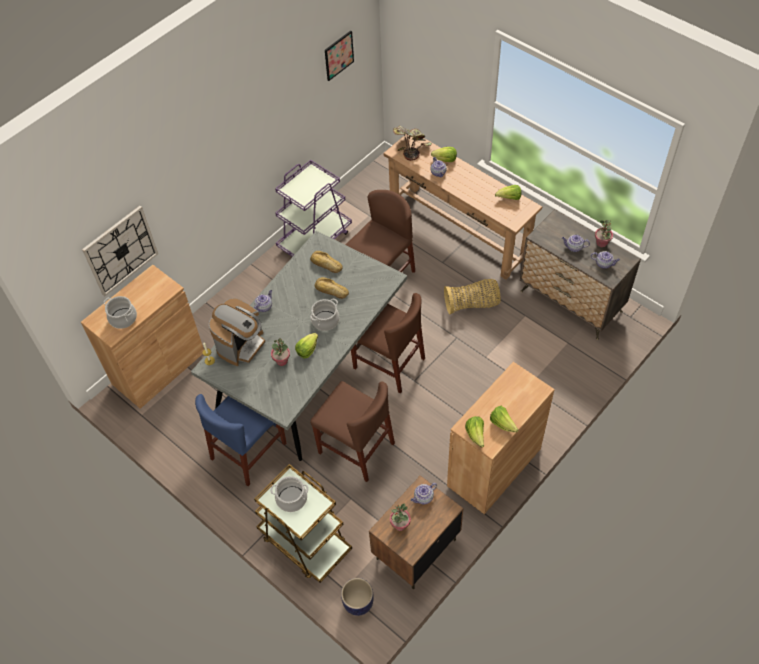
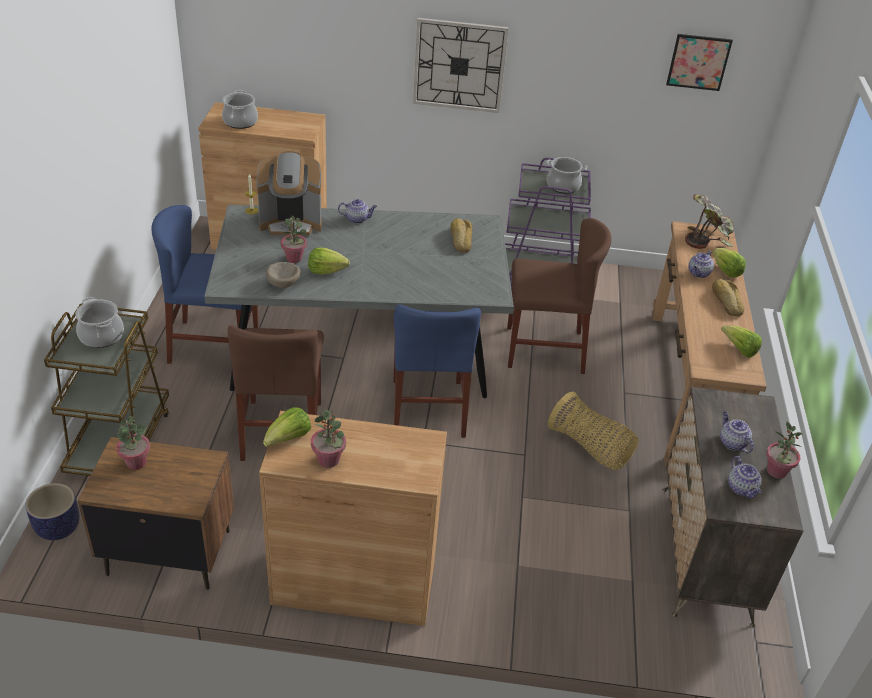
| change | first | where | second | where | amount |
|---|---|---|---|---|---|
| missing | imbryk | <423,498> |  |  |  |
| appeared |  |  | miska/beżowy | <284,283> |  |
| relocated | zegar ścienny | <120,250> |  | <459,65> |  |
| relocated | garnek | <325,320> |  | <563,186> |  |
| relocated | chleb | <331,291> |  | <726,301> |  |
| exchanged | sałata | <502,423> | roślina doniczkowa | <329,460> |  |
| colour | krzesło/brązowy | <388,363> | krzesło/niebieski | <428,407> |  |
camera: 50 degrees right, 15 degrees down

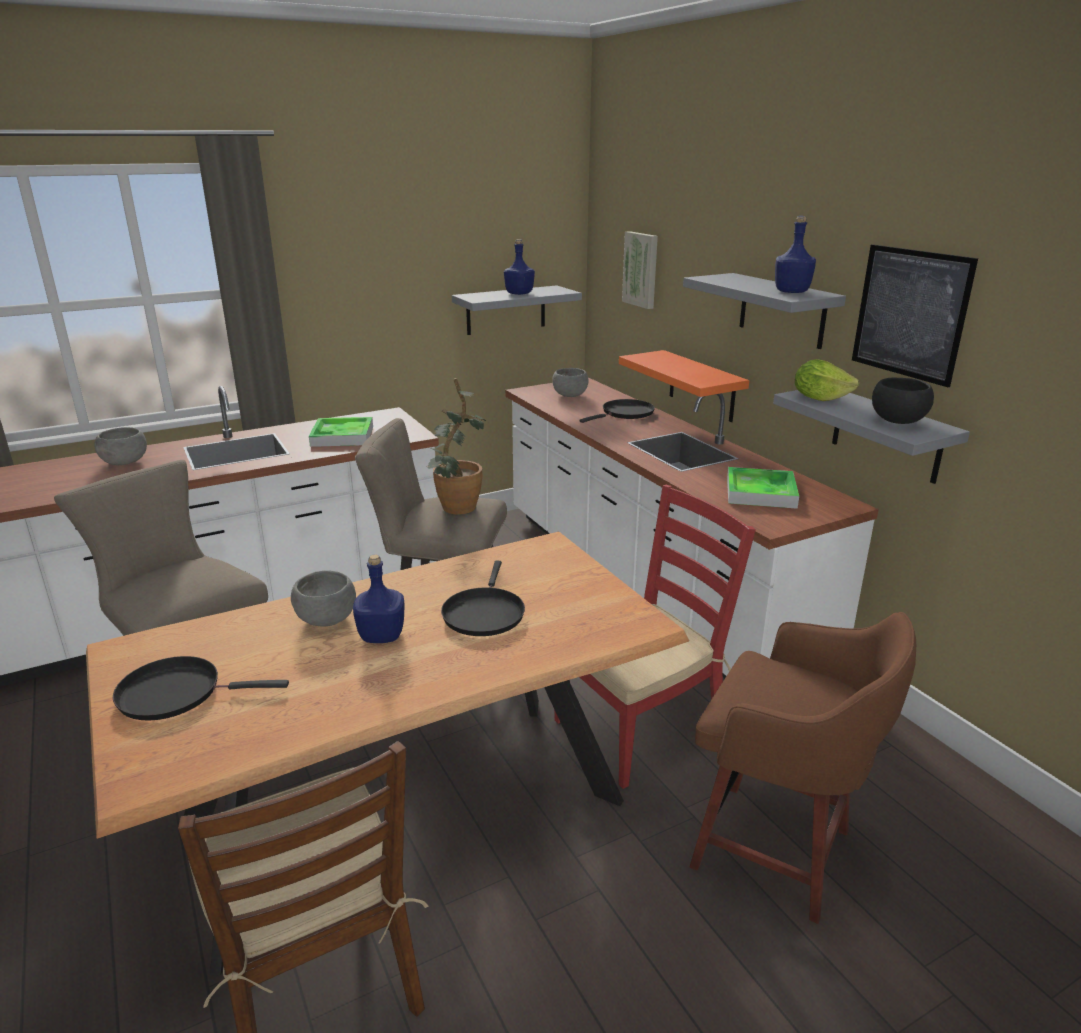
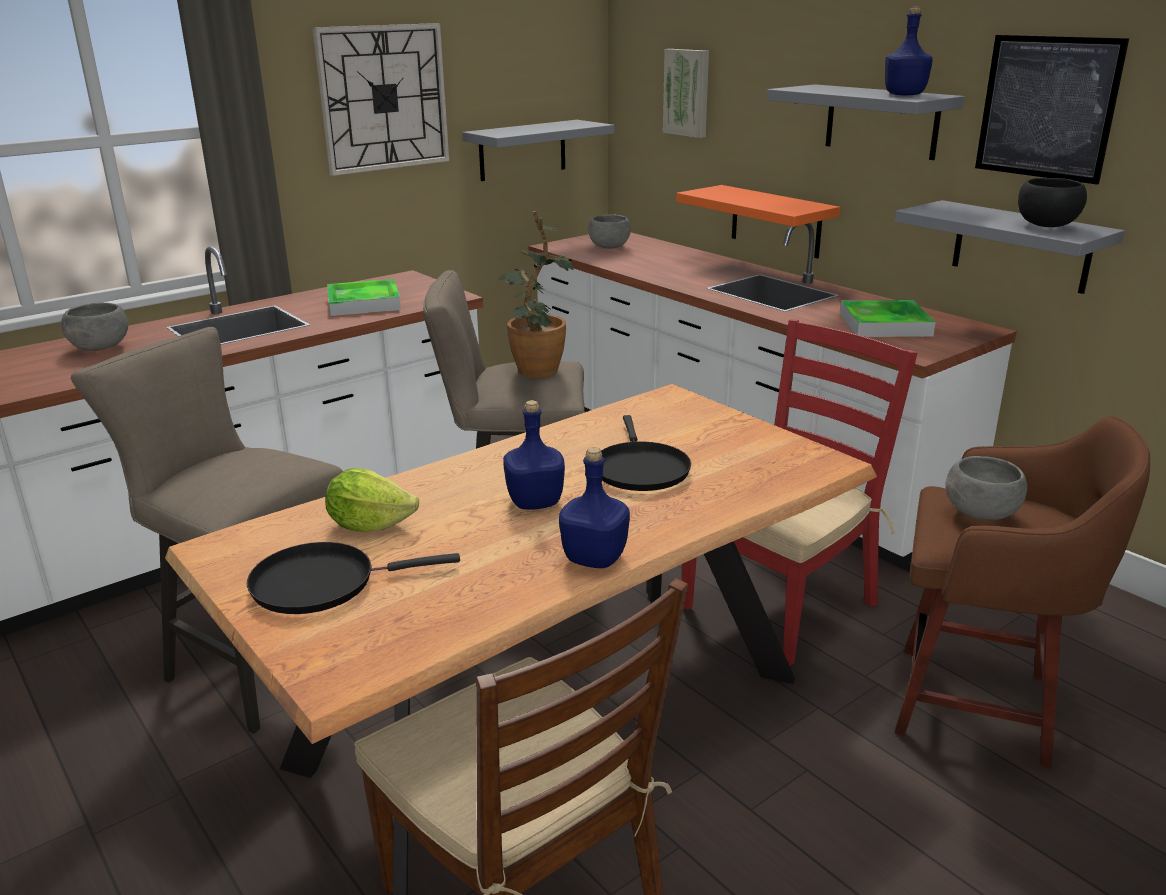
| change | first | where | second | where | amount |
|---|---|---|---|---|---|
| missing | patelnia/czarny | <625,413> |  |  |  |
| appeared |  |  | zegar ścienny | <383,98> |  |
| relocated | miska/szary | <326,620> |  | <980,514> |  |
| relocated | butelka/niebieski | <518,293> |  | <593,558> |  |
| relocated | sałata | <819,398> |  | <370,525> |  |
camera: 10 degrees left, 0 degrees up

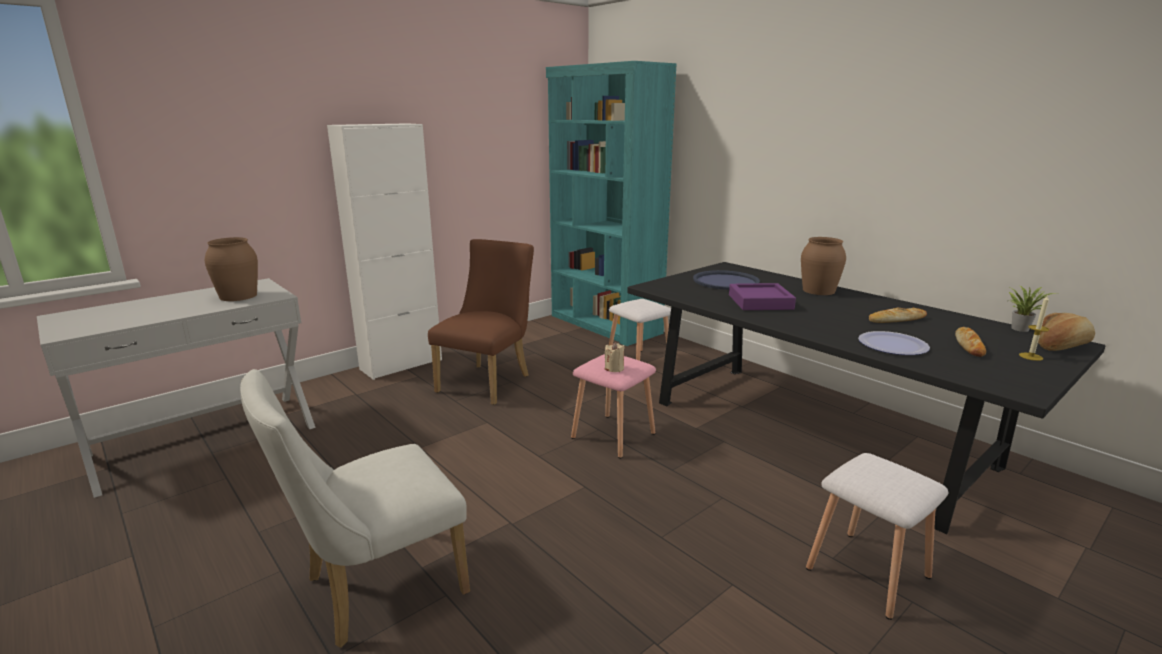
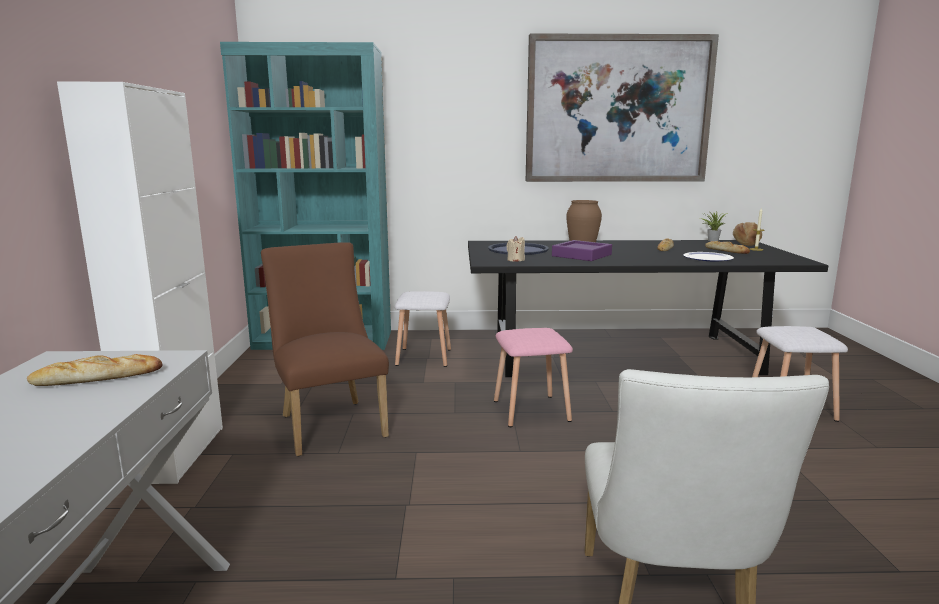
| change | first | where | second | where | amount |
|---|---|---|---|---|---|
| appeared |  |  | obraz | <617,110> |  |
| relocated | świeca/beżowy | <614,368> |  | <515,260> |  |
| exchanged | wazon/brązowy | <238,296> | chleb | <98,377> |  |
camera: 50 degrees left, 5 degrees down

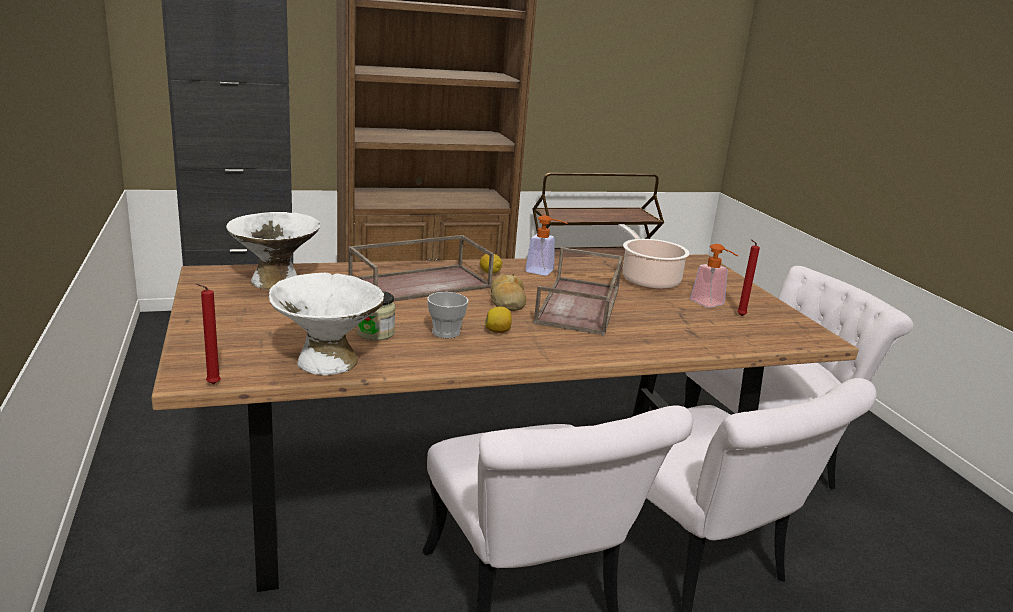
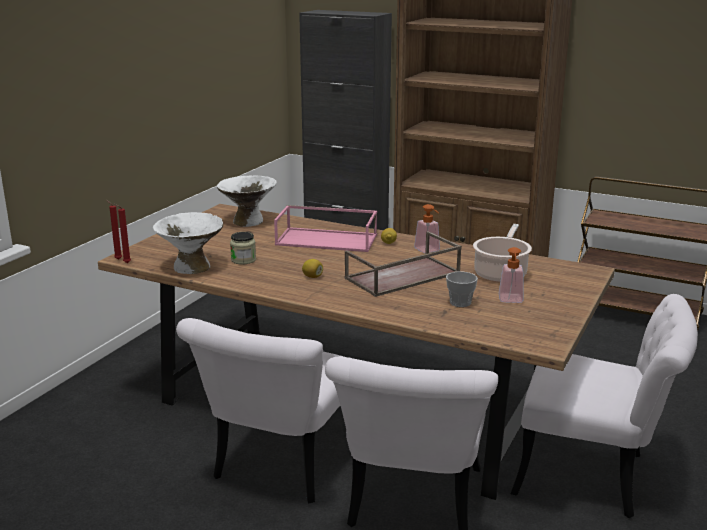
| change | first | where | second | where | amount |
|---|---|---|---|---|---|
| missing | chleb | <507,301> |  |  |  |
| relocated | filiżanka | <446,332> |  | <460,302> |  |
| relocated | świeca/czerwony | <739,316> |  | <117,259> |  |
| colour | taca/brązowy | <421,283> | taca/różowy | <327,240> |  |
camera: 45 degrees right, 0 degrees up

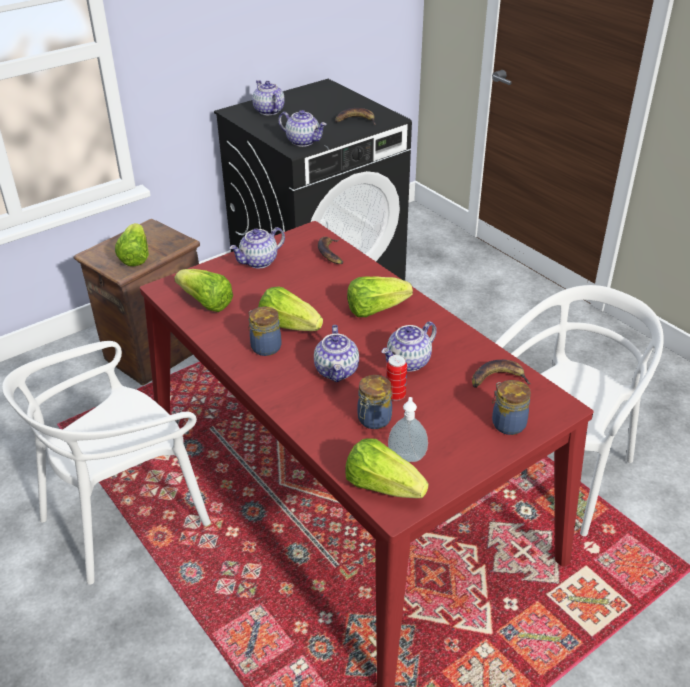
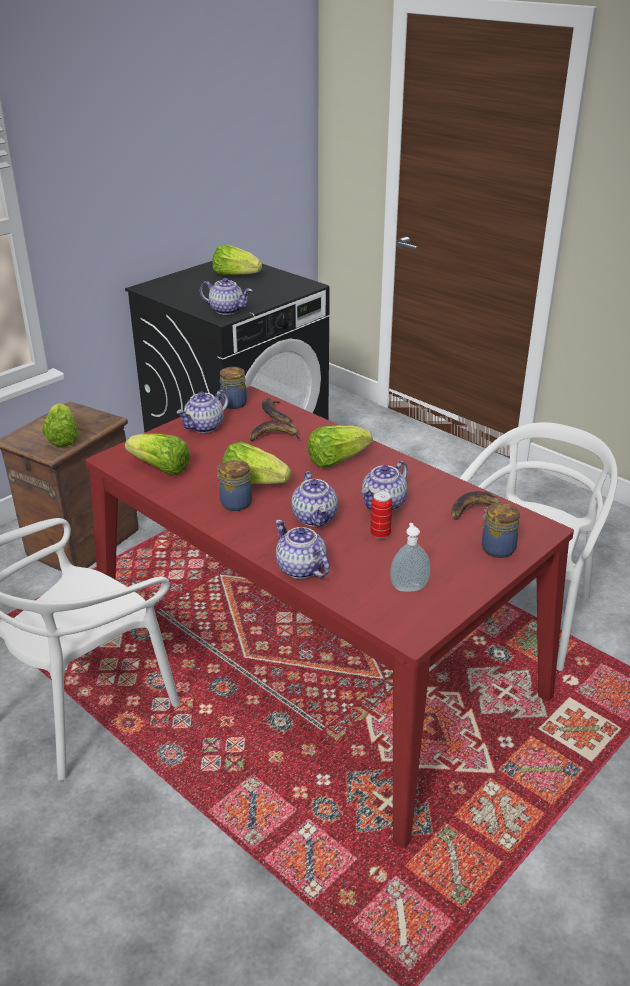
| change | first | where | second | where | amount |
|---|---|---|---|---|---|
| relocated | imbryk | <269,111> |  | <301,569> |  |
| relocated | banan | <356,120> |  | <274,436> |  |
| relocated | sałata | <382,486> |  | <235,275> |  |
| relocated | słoik | <373,420> |  | <233,404> |  |
camera: 10 degrees left, 5 degrees down

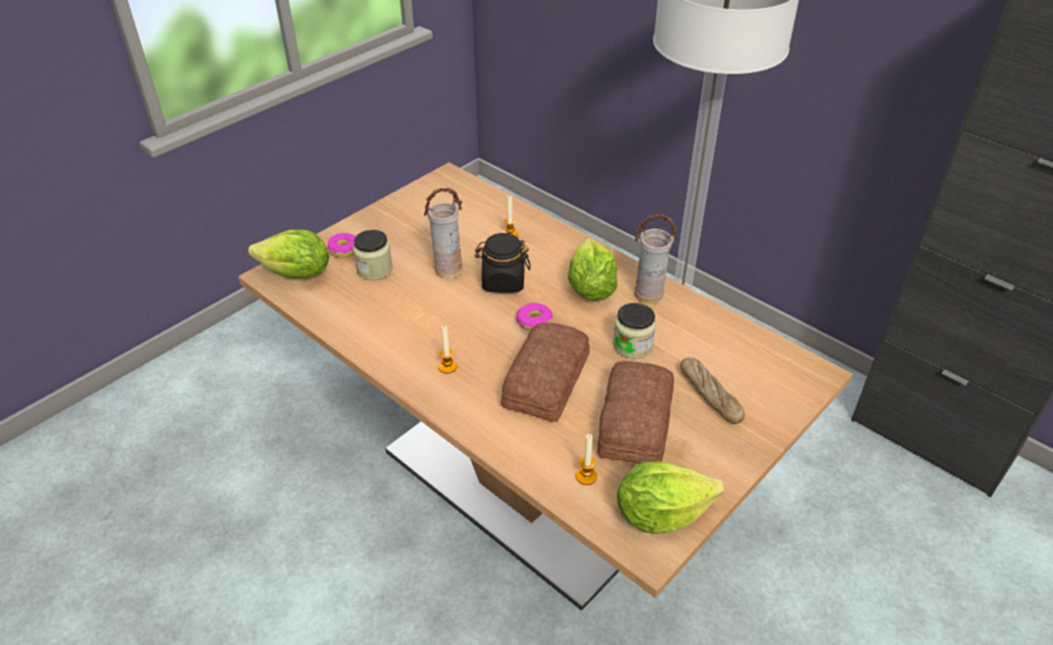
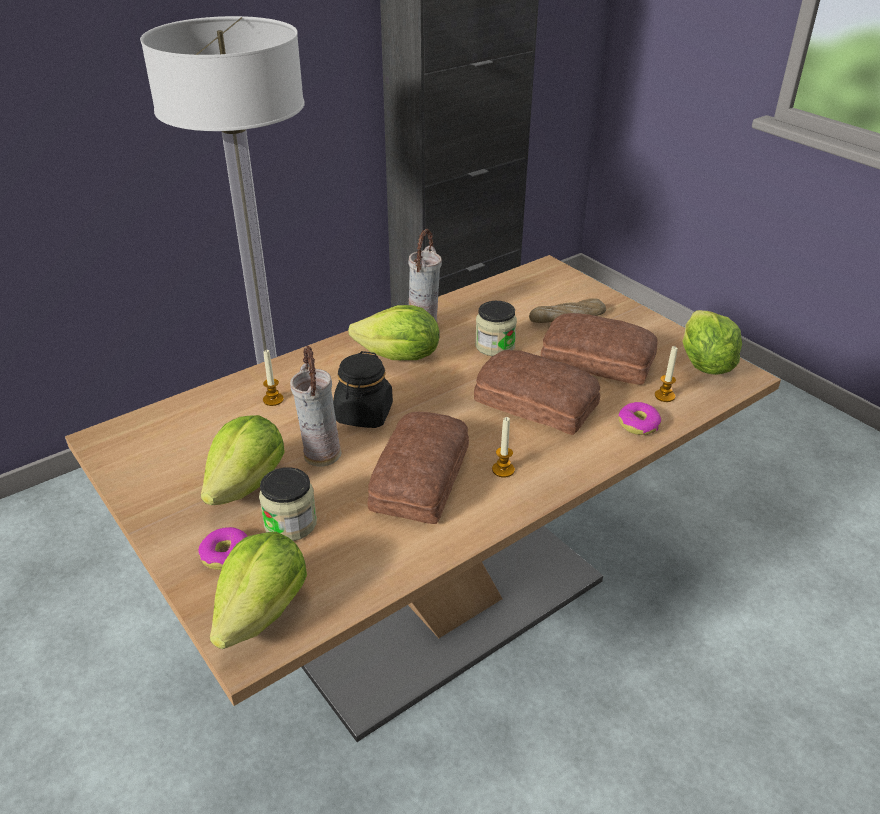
| change | first | where | second | where | amount |
|---|---|---|---|---|---|
| appeared |  |  | sałata | <248,484> |  |
| appeared |  |  | chleb | <423,477> |  |
| relocated | donut | <534,321> |  | <638,424> |  |
camera: 80 degrees left, 5 degrees down

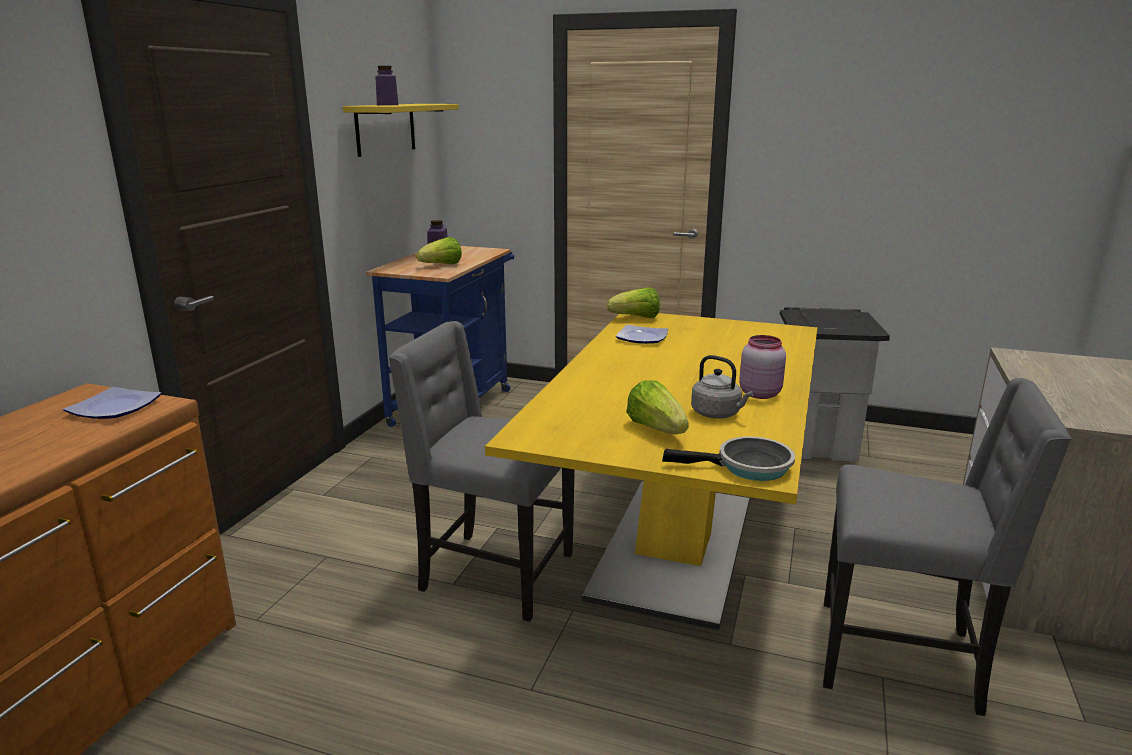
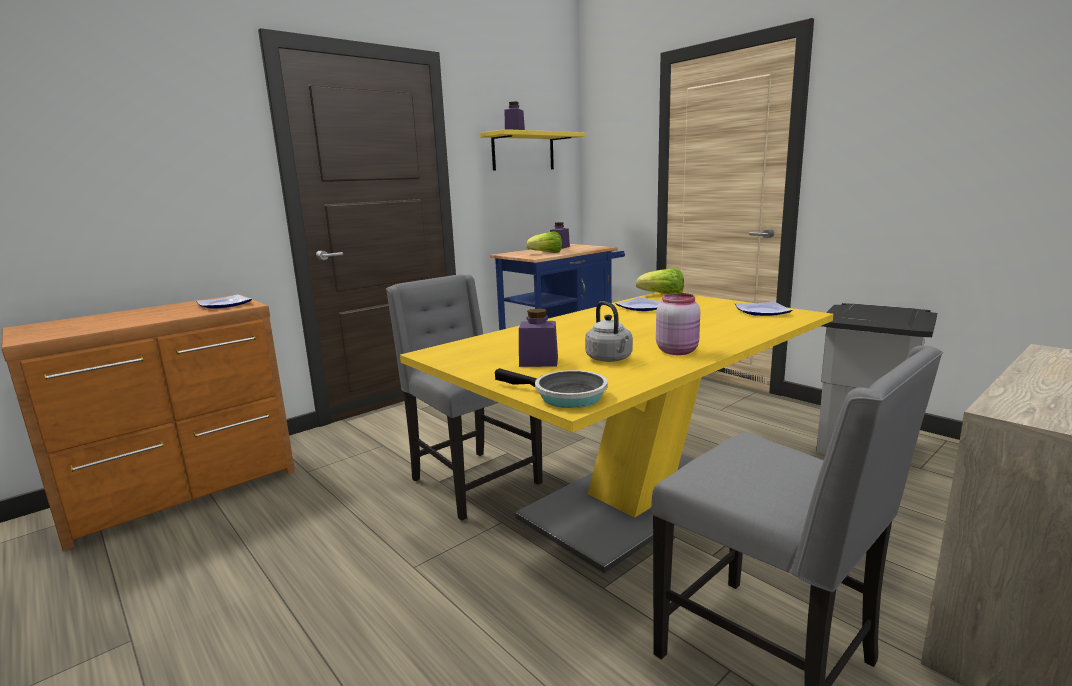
| change | first | where | second | where | amount |
|---|---|---|---|---|---|
| appeared |  |  | talerz | <761,312> |  |
| exchanged | sałata | <657,429> | słoik/fioletowy | <538,362> |  |
camera: 30 degrees right, 5 degrees down

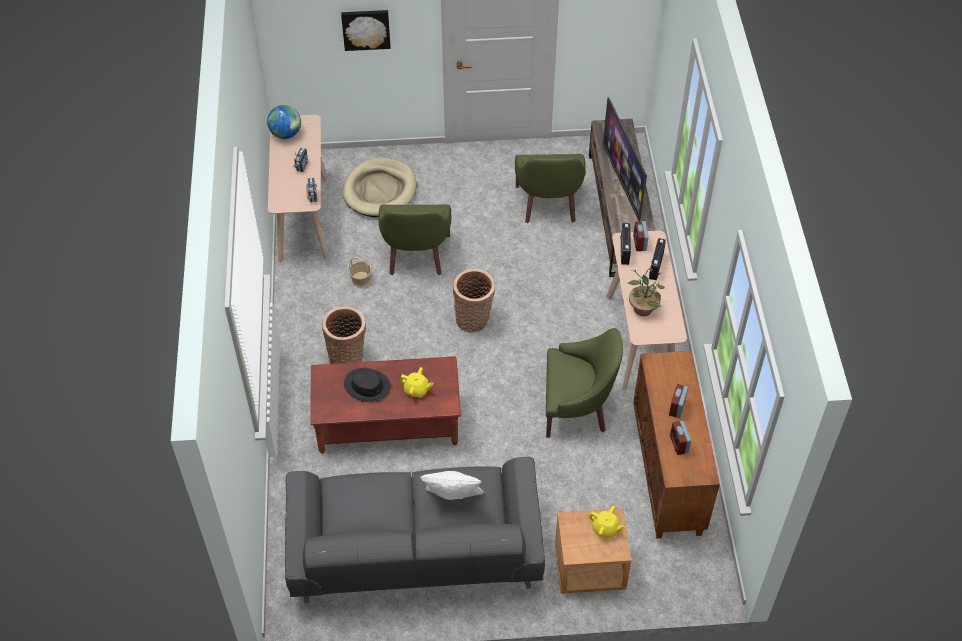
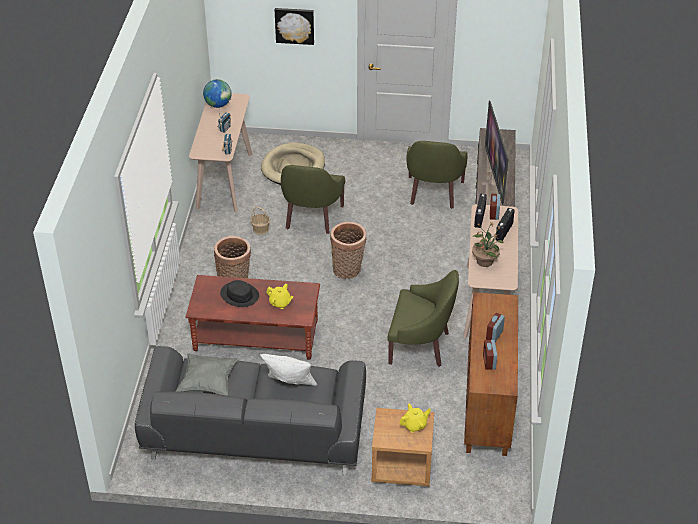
| change | first | where | second | where | amount |
|---|---|---|---|---|---|
| appeared |  |  | poduszka/szary | <208,382> |  |
| spun | imbryk/żółty | <605,529> |  | <414,425> | 60 degrees counterclockwise |
camera: 10 degrees right, 10 degrees down

